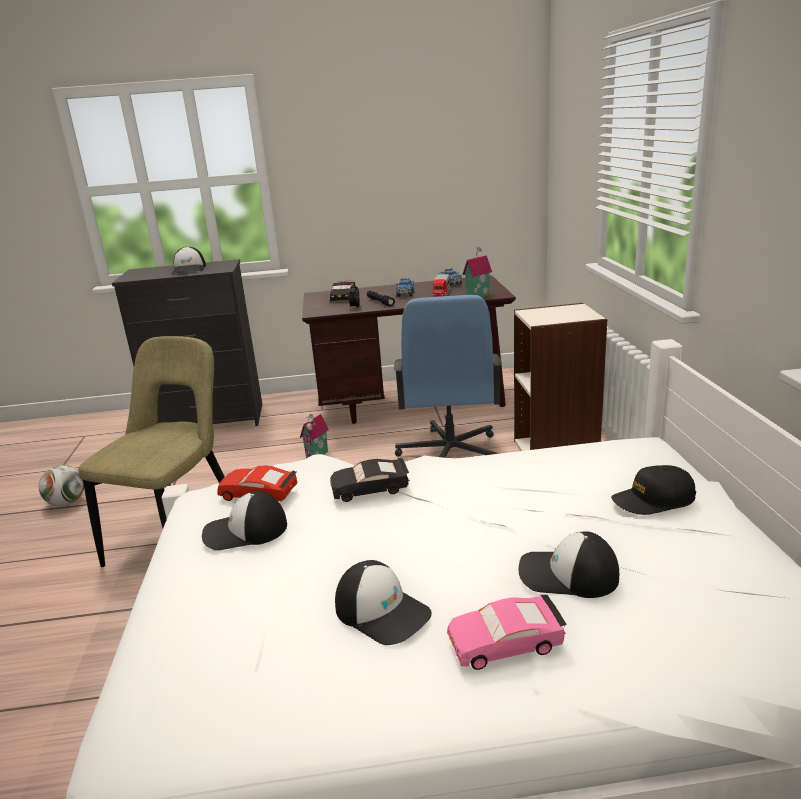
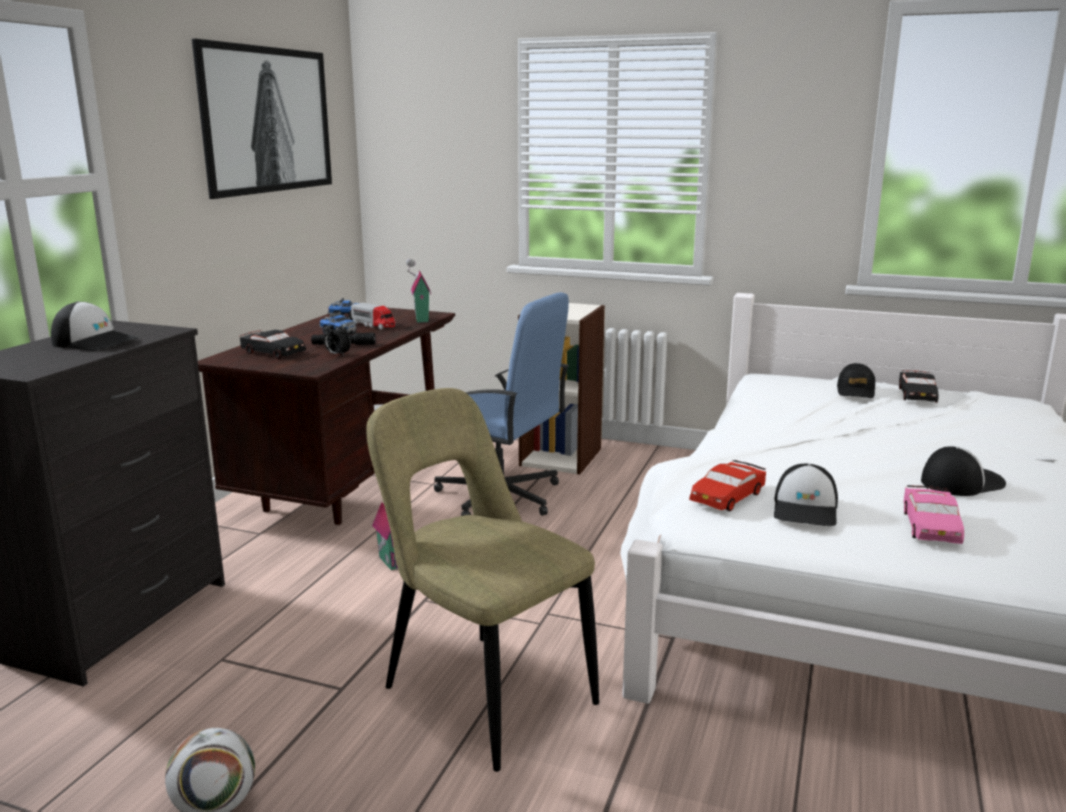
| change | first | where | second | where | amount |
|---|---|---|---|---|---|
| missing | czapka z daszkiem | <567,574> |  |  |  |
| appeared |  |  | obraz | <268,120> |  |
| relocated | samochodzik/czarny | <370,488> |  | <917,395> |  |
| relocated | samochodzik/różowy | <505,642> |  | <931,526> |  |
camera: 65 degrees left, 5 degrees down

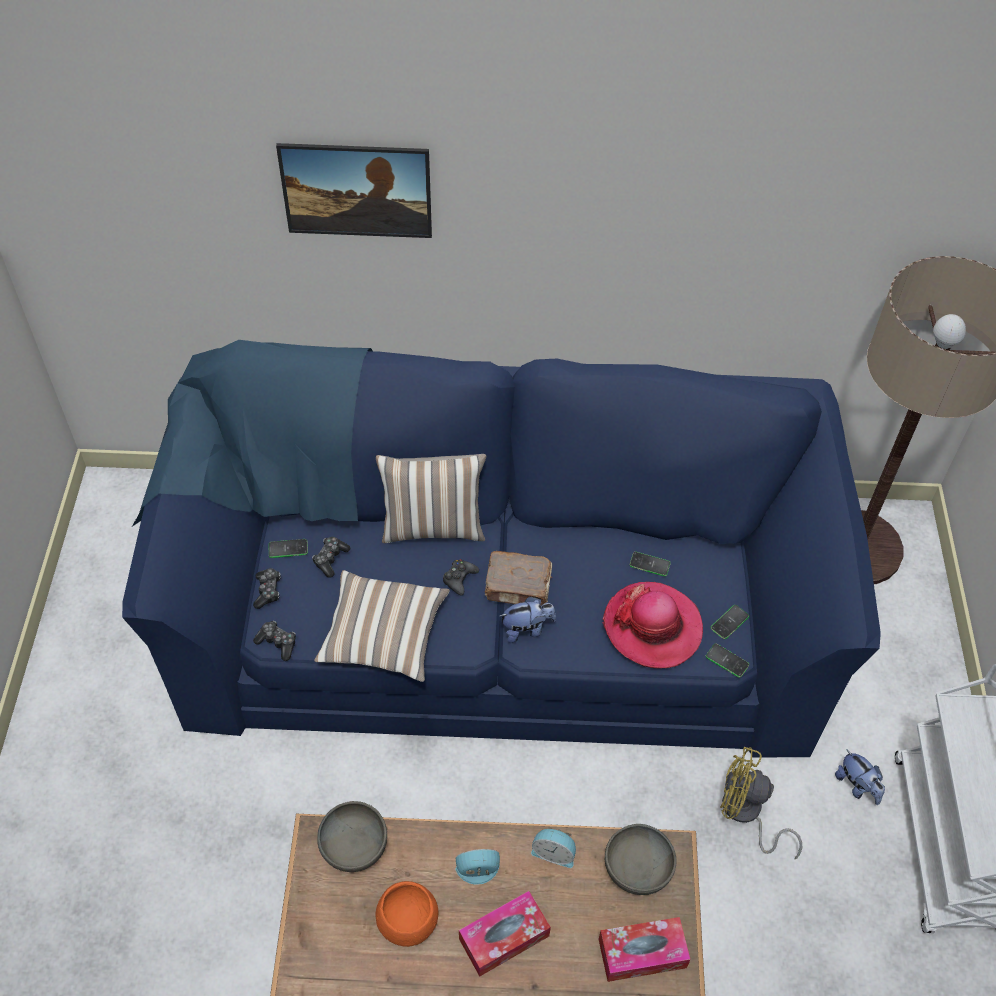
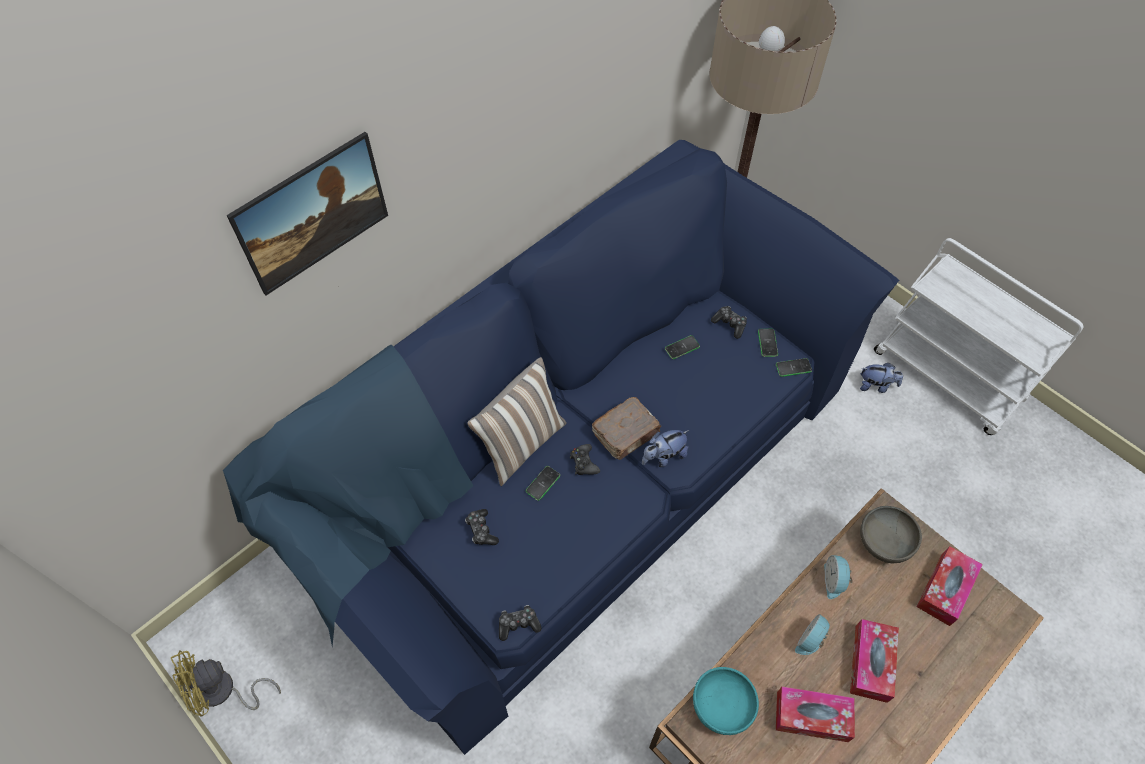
| change | first | where | second | where | amount |
|---|---|---|---|---|---|
| missing | poduszka | <383,636> |  |  |  |
| missing | kapelusz | <652,627> |  |  |  |
| relocated | pad do gier | <268,591> |  | <729,324> |  |
| relocated | telefon | <288,549> |  | <543,483> |  |
| relocated | wentylator/żółty | <746,814> |  | <223,692> |  |
| exchanged | miska/pomarańczowy | <408,922> | pudełko chusteczek | <812,716> |  |
| colour | miska/szary | <354,844> | miska/turkusowy | <722,705> |  |
| spun | pluszak | <526,629> |  | <663,456> | 150 degrees counterclockwise |
| spun | budzik | <554,852> |  | <834,581> | 120 degrees clockwise |
camera: 45 degrees left, 5 degrees up

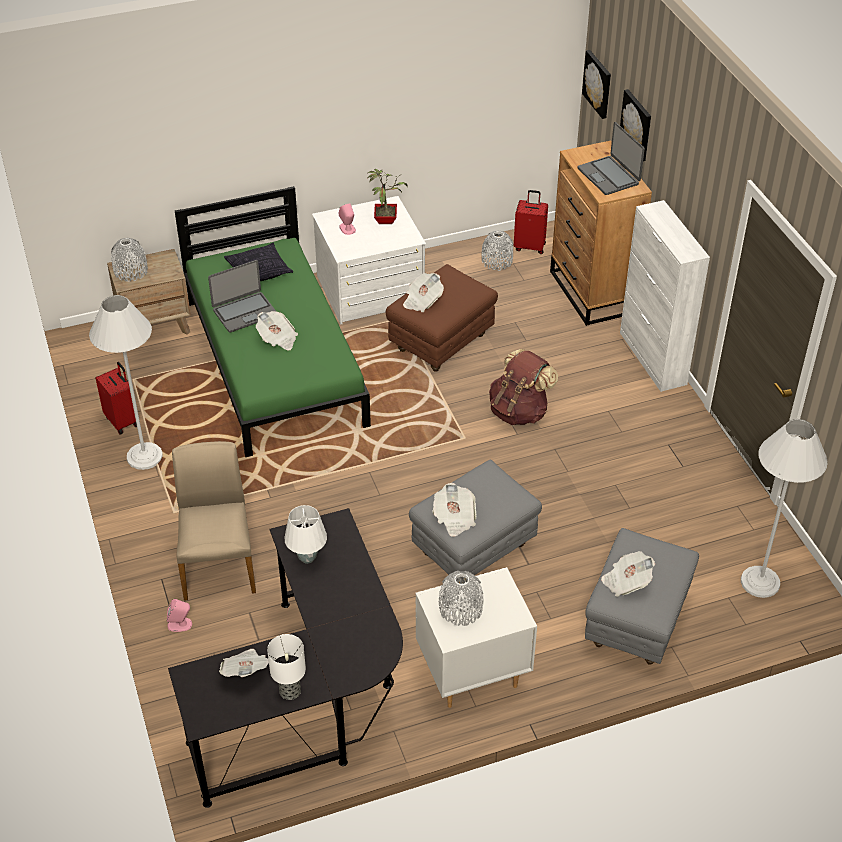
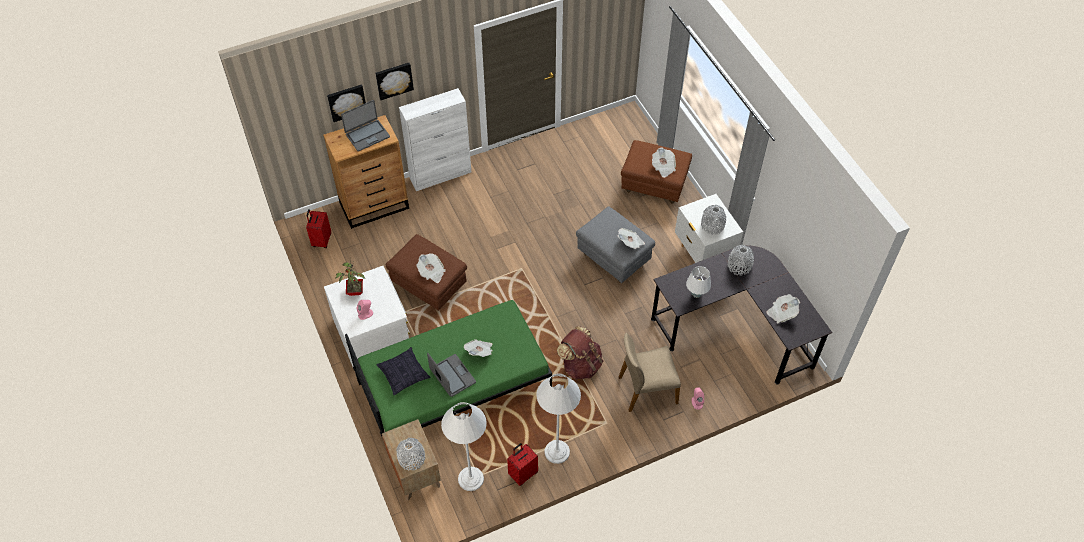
| change | first | where | second | where | amount |
|---|---|---|---|---|---|
| missing | lampa stołowa | <290,690> |  |  |  |
| relocated | wazon/szary | <497,261> |  | <739,266> |  |
| relocated | plecak/brązowy | <519,411> |  | <580,365> |  |
| relocated | obraz | <598,83> |  | <394,80> |  |
| relocated | lampa stojąca/biały | <760,582> |  | <471,479> |  |
| colour | pufa/szary | <637,623> | pufa/brązowy | <654,186> |  |
camera: 95 degrees left, 10 degrees up

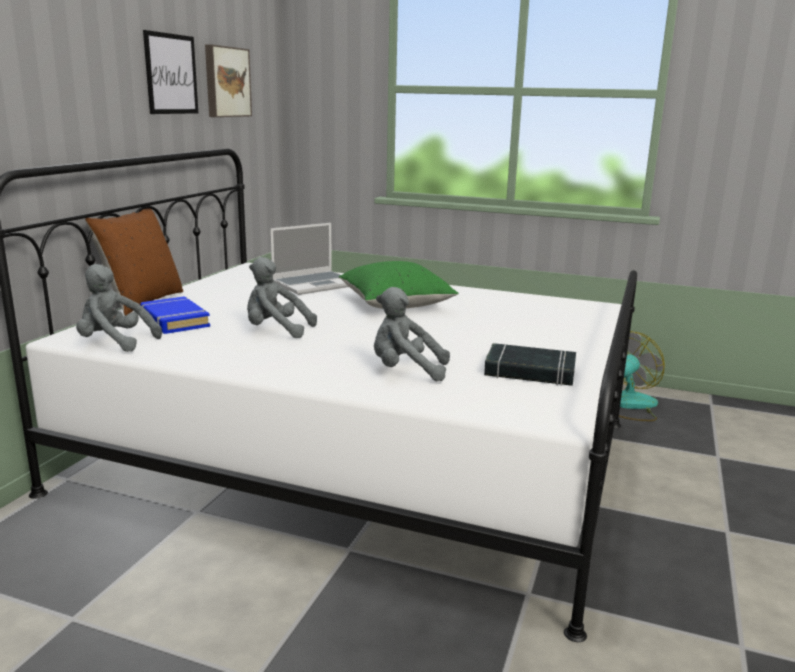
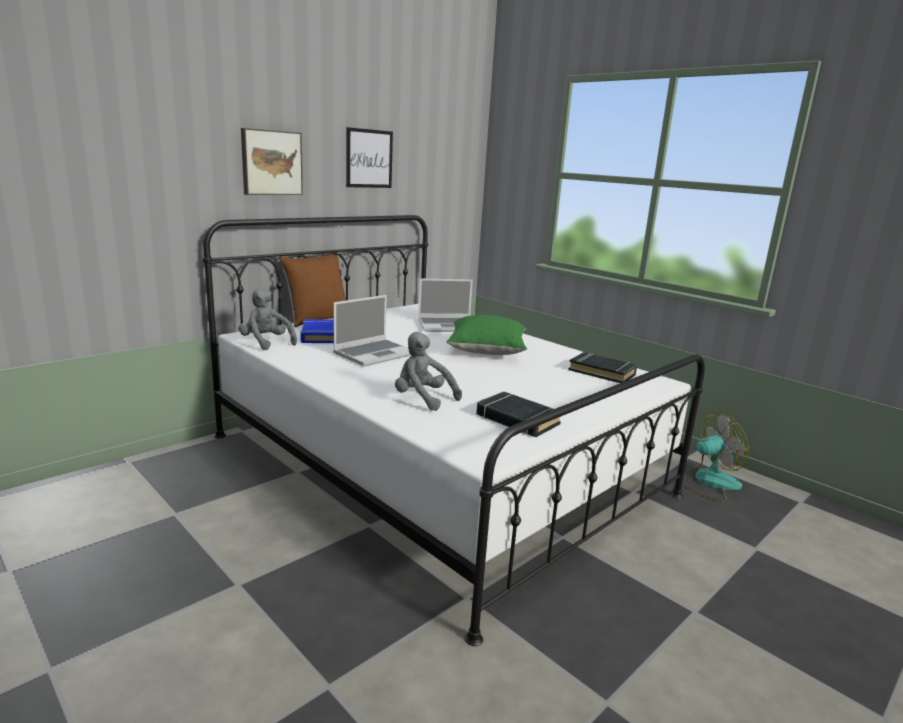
| change | first | where | second | where | amount |
|---|---|---|---|---|---|
| appeared |  |  | książka/czarny | <602,372> |  |
| relocated | obraz | <226,82> |  | <271,162> |  |
| exchanged | pluszak/szary | <276,330> | laptop | <374,354> |  |
camera: 25 degrees right, 0 degrees up

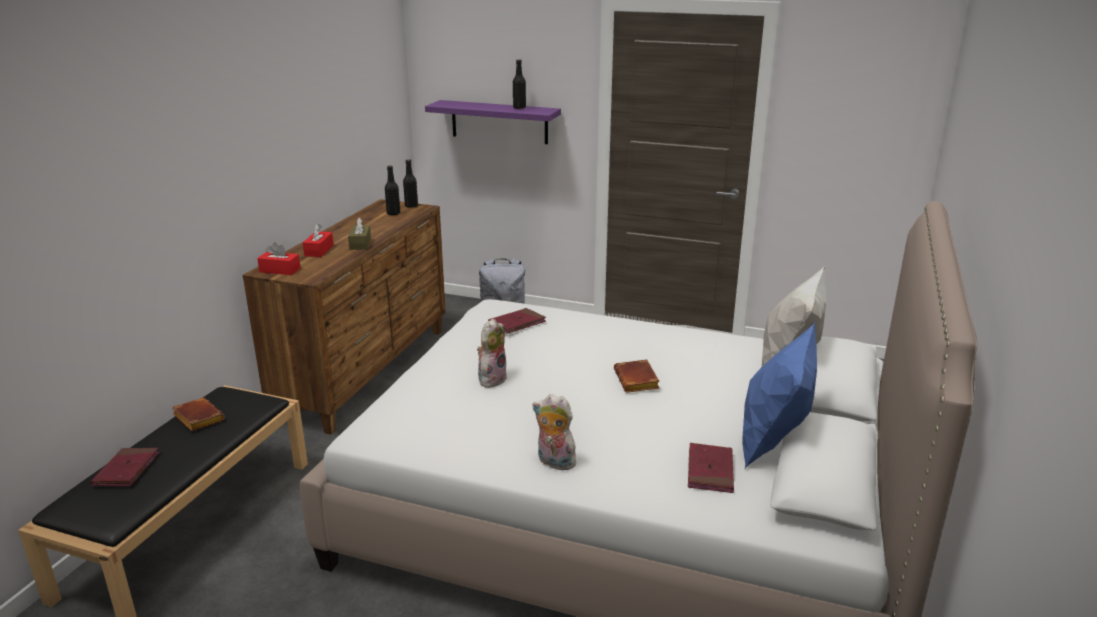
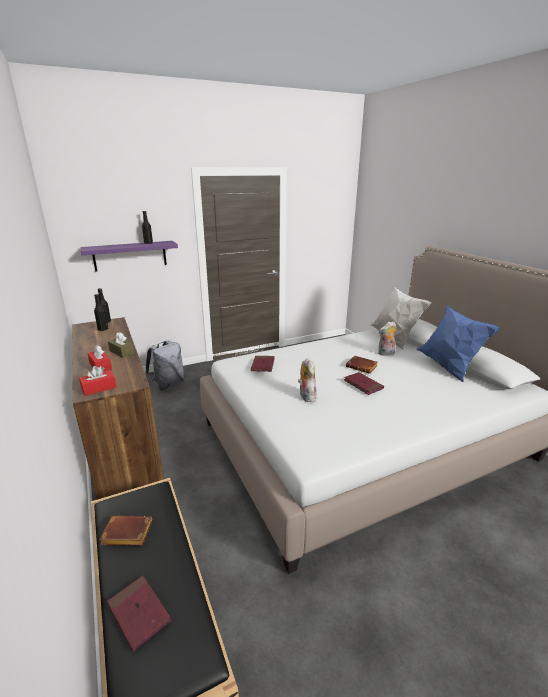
| change | first | where | second | where | amount |
|---|---|---|---|---|---|
| relocated | pluszak | <554,462> |  | <386,353> |  |
| relocated | książka/czerwony | <710,471> |  | <363,385> |  |
camera: 45 degrees left, 0 degrees up

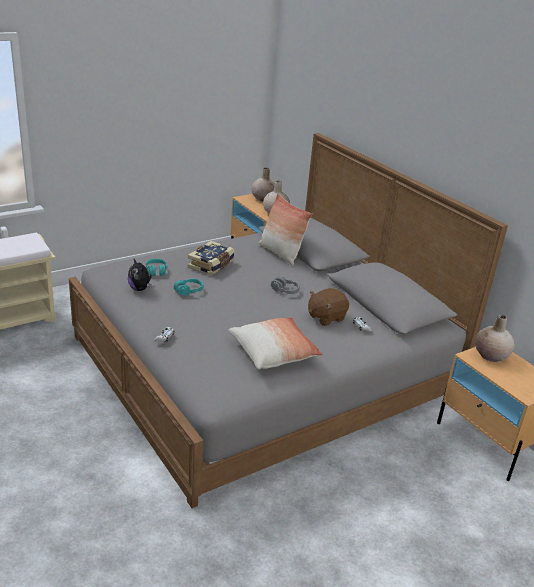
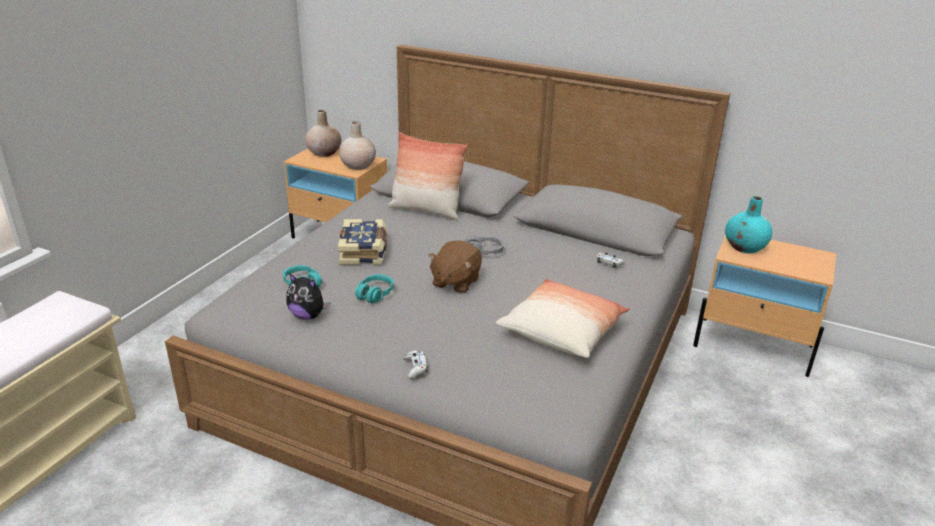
| change | first | where | second | where | amount |
|---|---|---|---|---|---|
| relocated | pluszak/brązowy | <325,317> |  | <455,282> |  |
| colour | wazon/beżowy | <491,355> | wazon/turkusowy | <745,247> |  |
camera: 30 degrees left, 0 degrees up

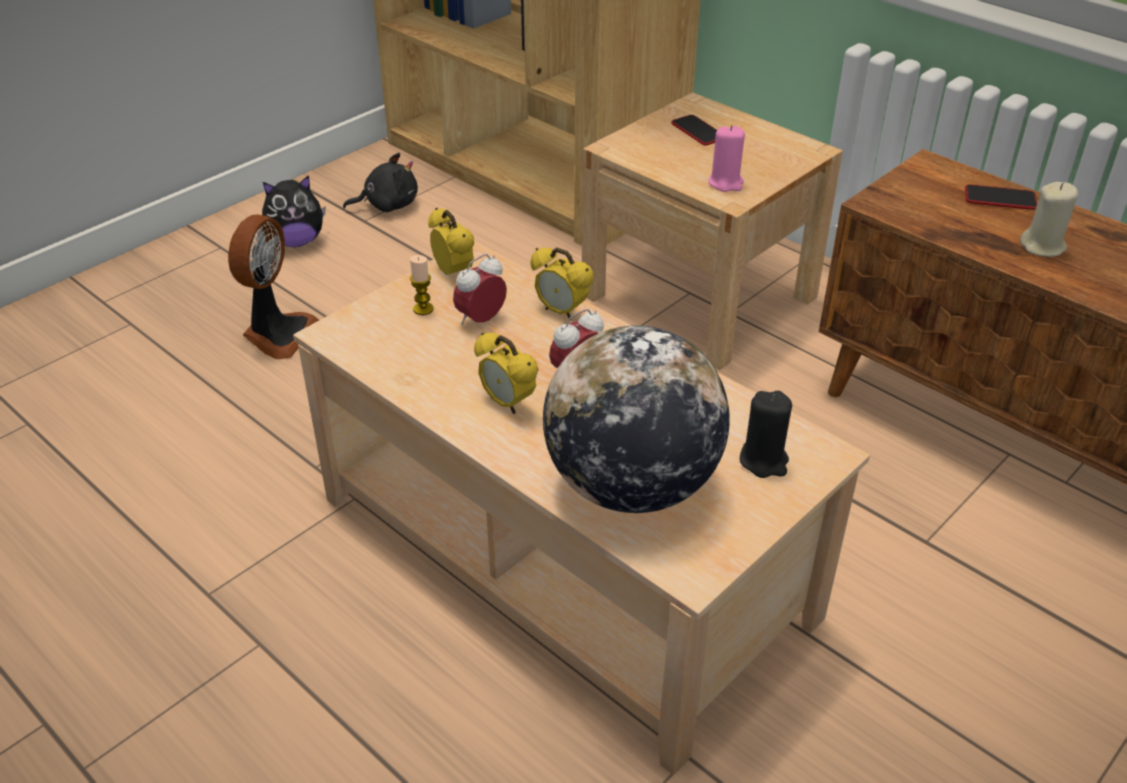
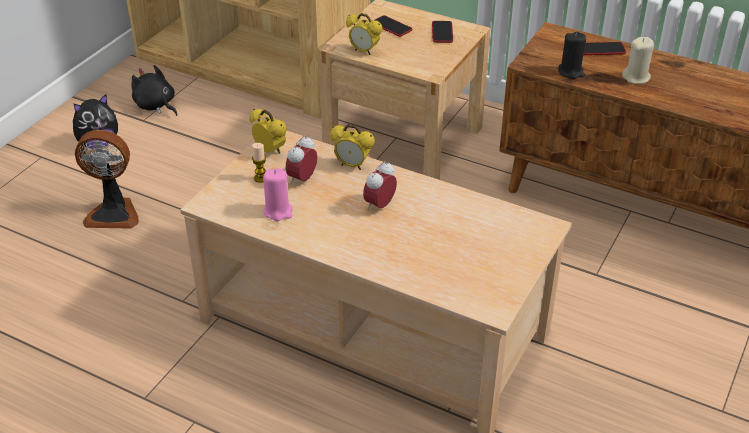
| change | first | where | second | where | amount |
|---|---|---|---|---|---|
| missing | globus | <631,486> |  |  |  |
| appeared |  |  | telefon | <442,32> |  |
| relocated | budzik | <507,403> |  | <364,51> |  |
| relocated | świeca/różowy | <726,183> |  | <278,211> |  |
| relocated | świeca/czarny | <764,460> |  | <571,72> |  |
| spun | wentylator | <277,333> |  | <114,213> | 90 degrees clockwise |
| spun | pluszak/czarny | <388,205> |  | <156,106> | 105 degrees counterclockwise |
camera: 15 degrees left, 0 degrees up

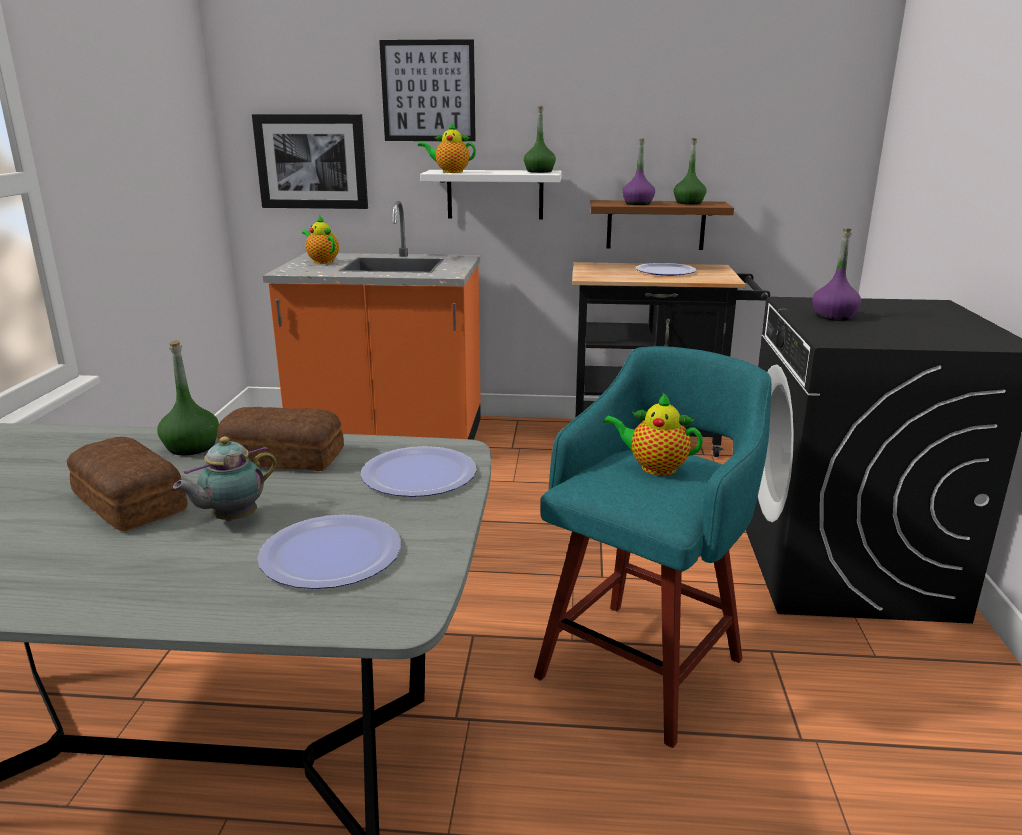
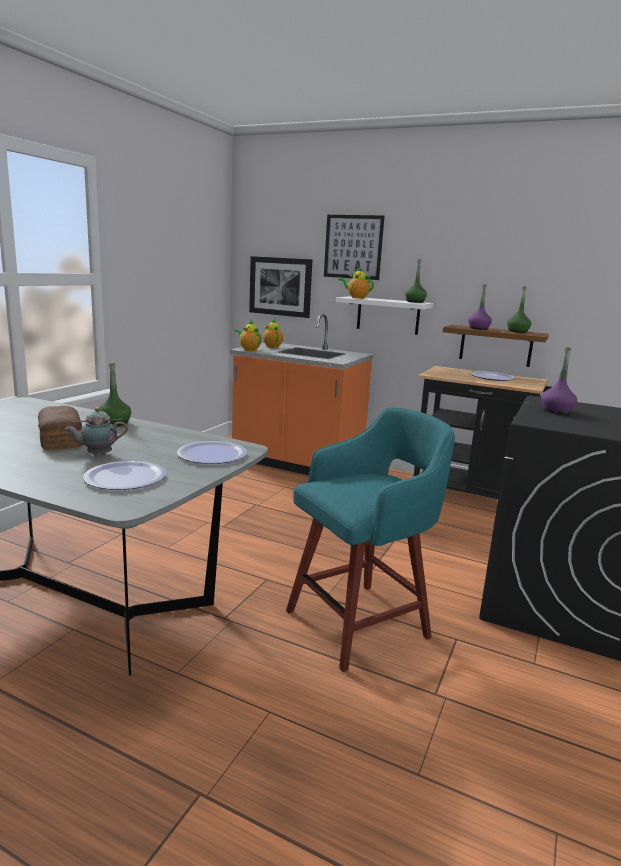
| change | first | where | second | where | amount |
|---|---|---|---|---|---|
| missing | chleb | <282,456> |  |  |  |
| relocated | imbryk | <654,467> |  | <249,349> |  |
camera: 20 degrees right, 5 degrees down

